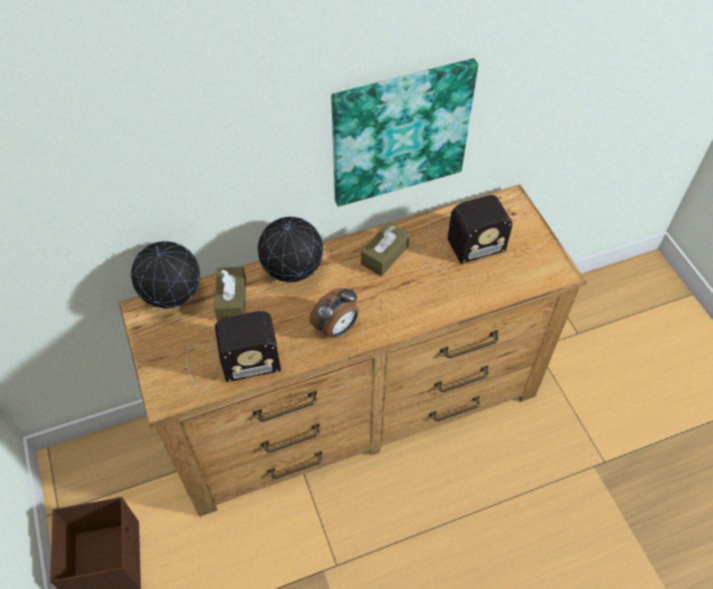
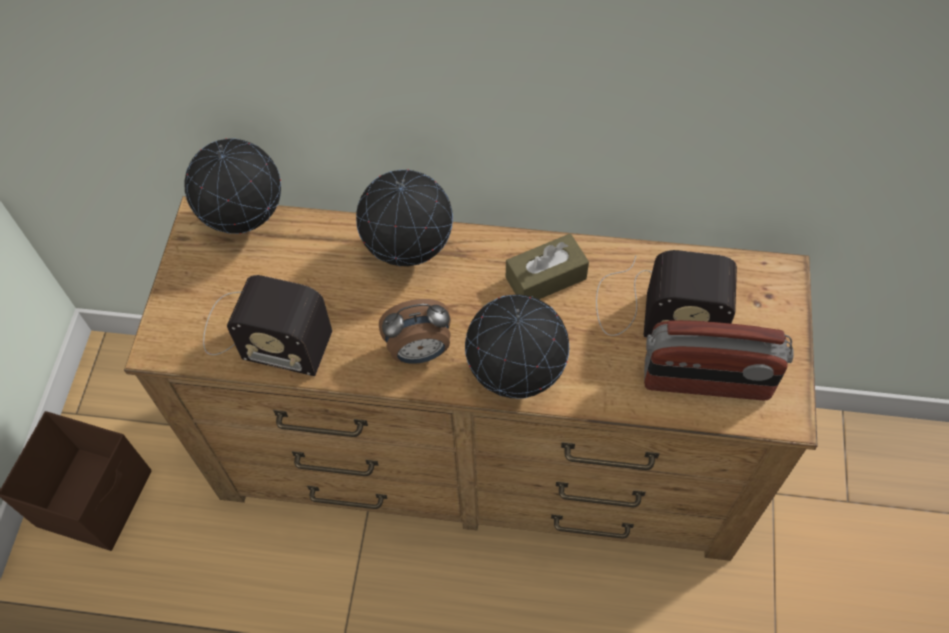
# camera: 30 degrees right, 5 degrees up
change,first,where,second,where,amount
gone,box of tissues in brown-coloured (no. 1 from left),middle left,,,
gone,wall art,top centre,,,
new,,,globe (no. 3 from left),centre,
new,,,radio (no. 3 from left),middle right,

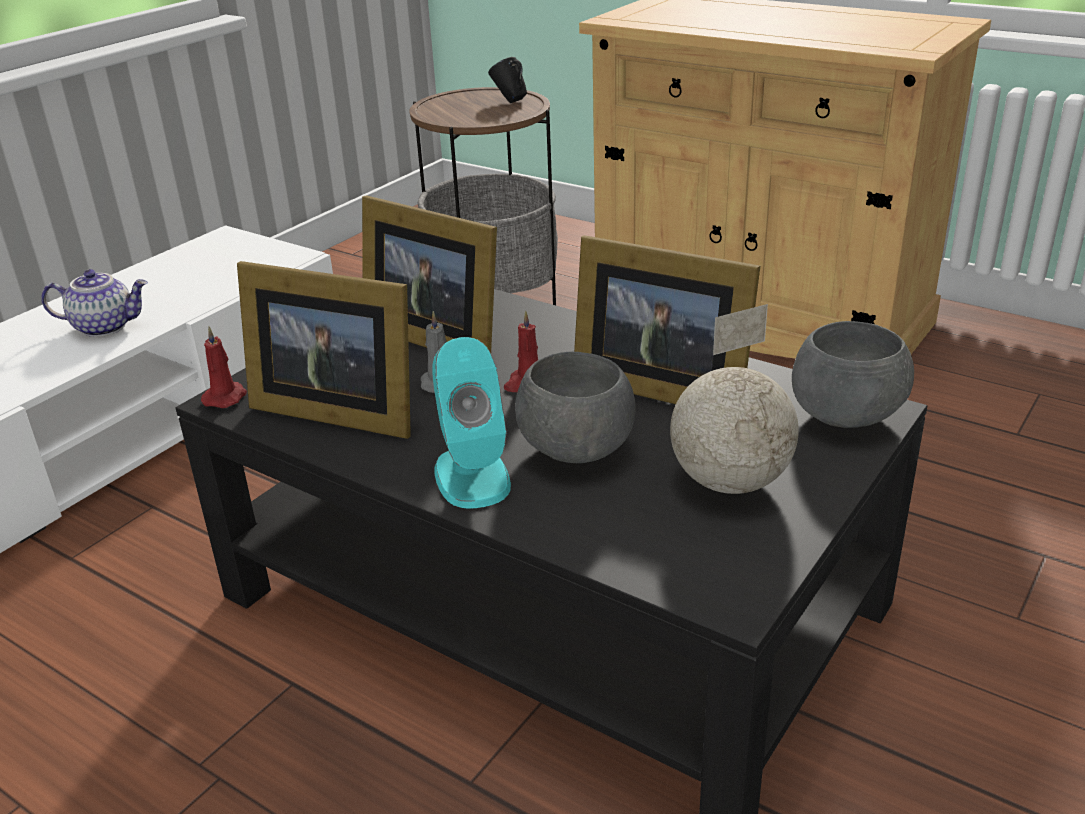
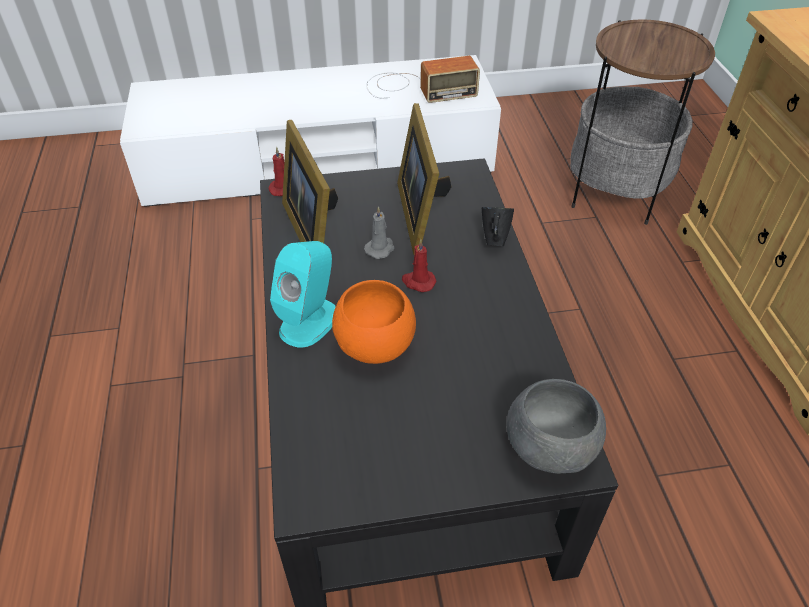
# camera: 45 degrees right, 15 degrees up
change,first,where,second,where,amount
gone,tea pot,middle left,,,
shifted,coffee mug in black,top centre,,centre,
repainted,deep dish in greyish (no. 1 from left),centre,deep dish in orangey,centre,
gone,picture frame (no. 3 from left),centre,,,
gone,globe,middle right,,,
new,,,radio,top centre,

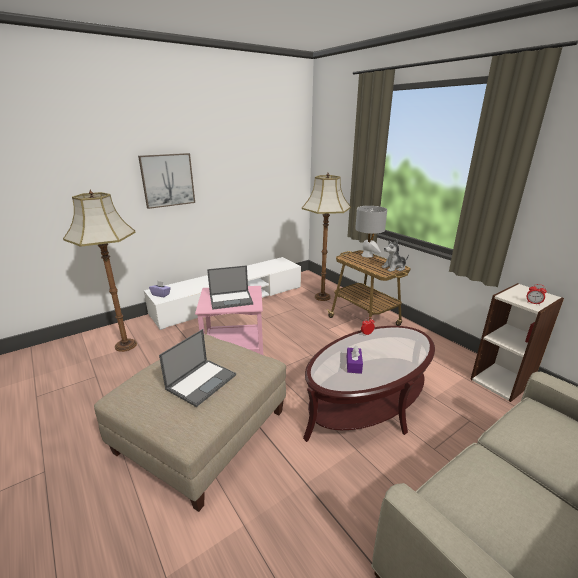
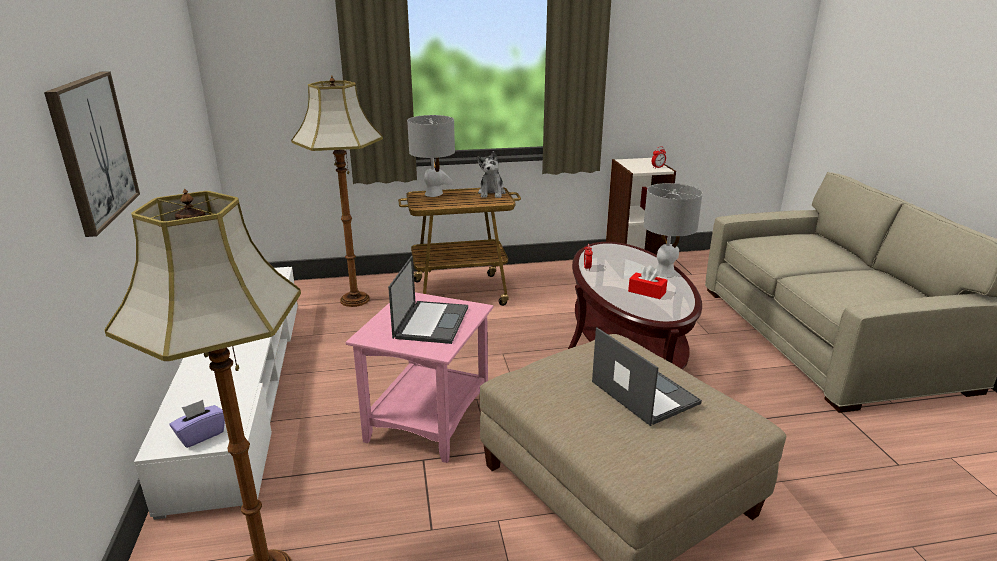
# camera: 65 degrees left, 0 degrees up
change,first,where,second,where,amount
repainted,box of tissues in purple (no. 2 from left),centre,box of tissues in red,centre,
new,,,lamp for a table in greyish (no. 2 from left),middle right,

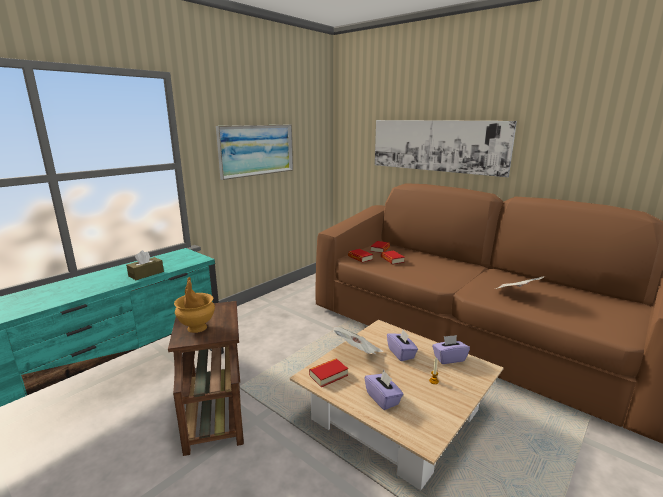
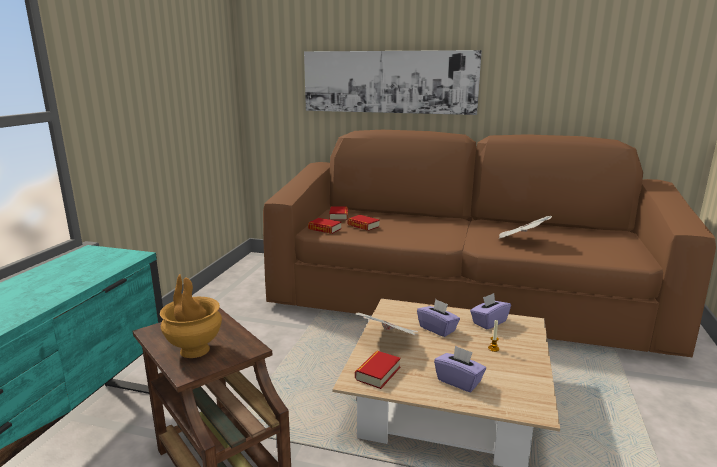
# camera: 25 degrees left, 0 degrees up
change,first,where,second,where,amount
gone,box of tissues in brown-coloured,middle left,,,
gone,wall art (no. 1 from left),top centre,,,

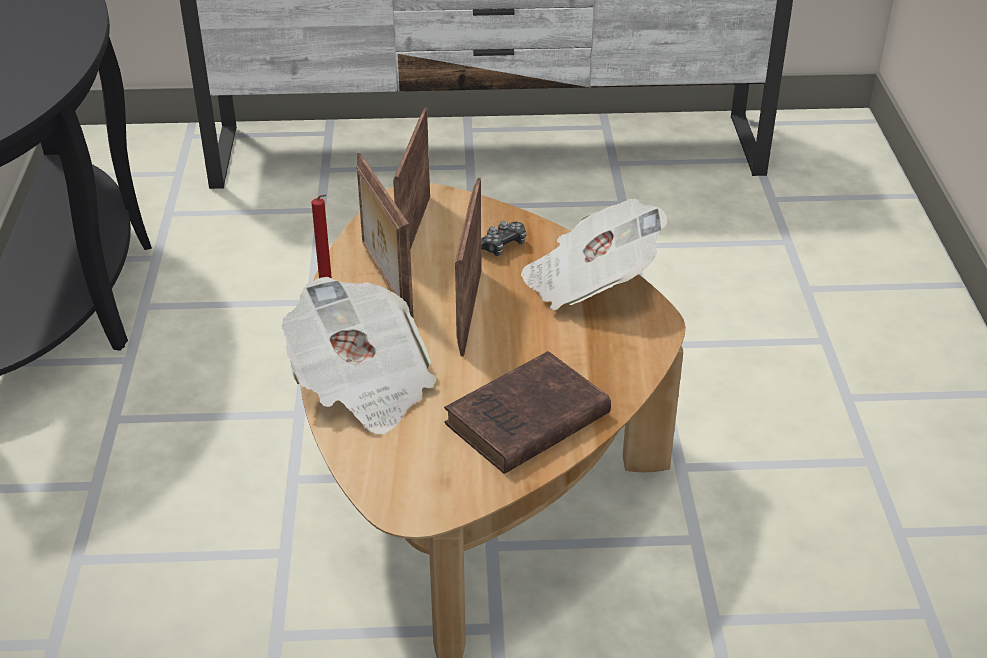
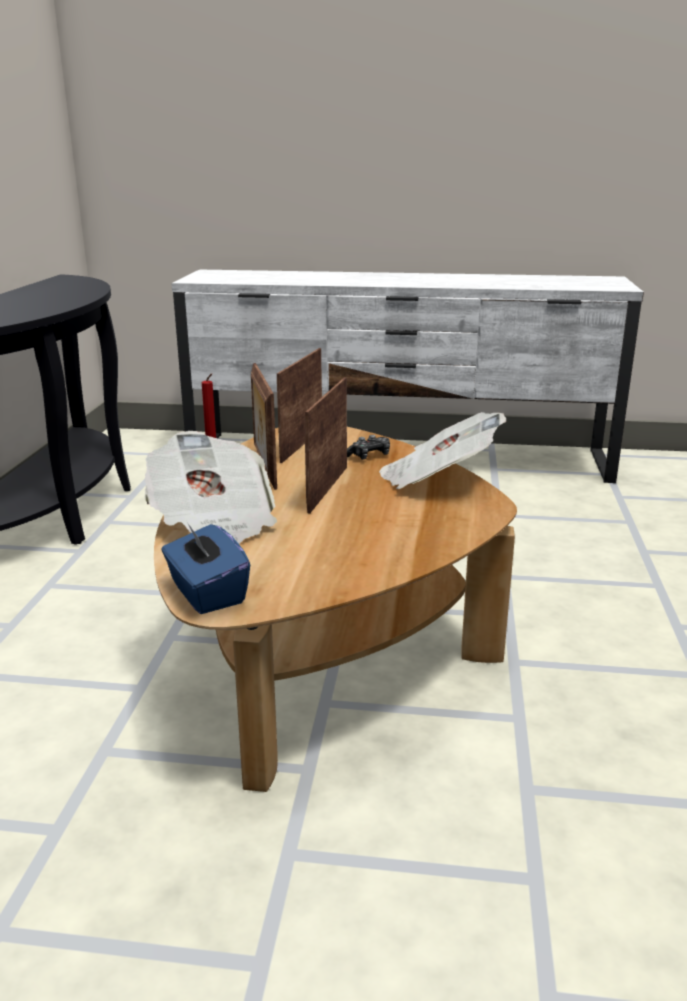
# camera: 10 degrees right, 15 degrees down
change,first,where,second,where,amount
gone,volume in brown-coloured,centre,,,
new,,,box of tissues in bluish,middle left,

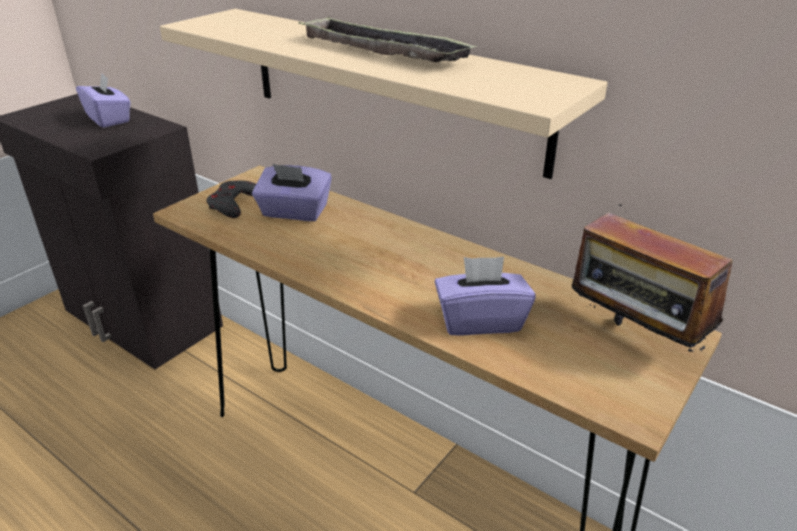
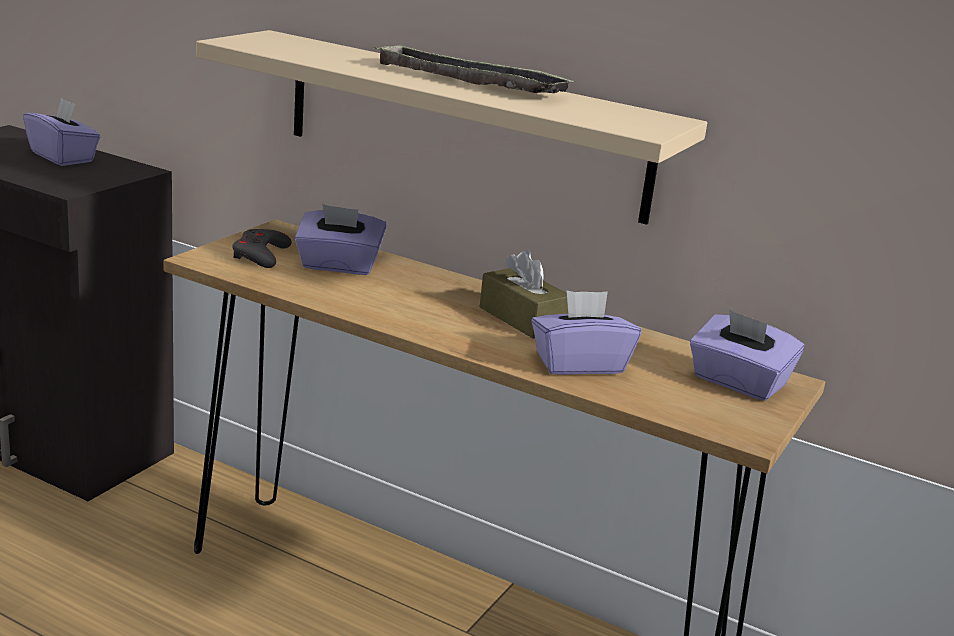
# camera: 10 degrees left, 10 degrees down
change,first,where,second,where,amount
swapped,radio,middle right,box of tissues in purple (no. 4 from left),middle right,
new,,,box of tissues in brown-coloured,centre,

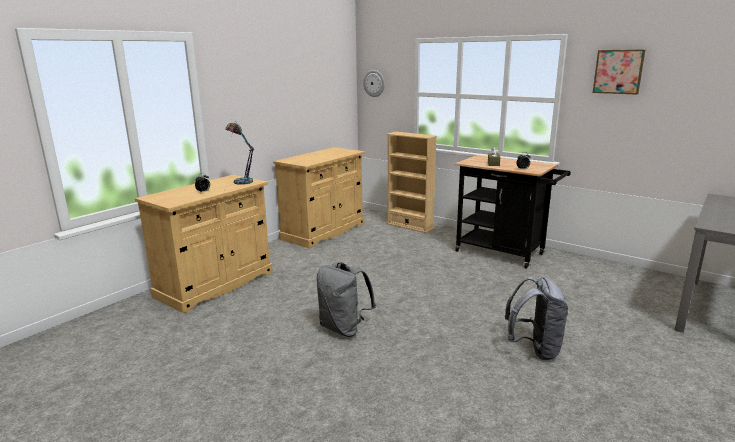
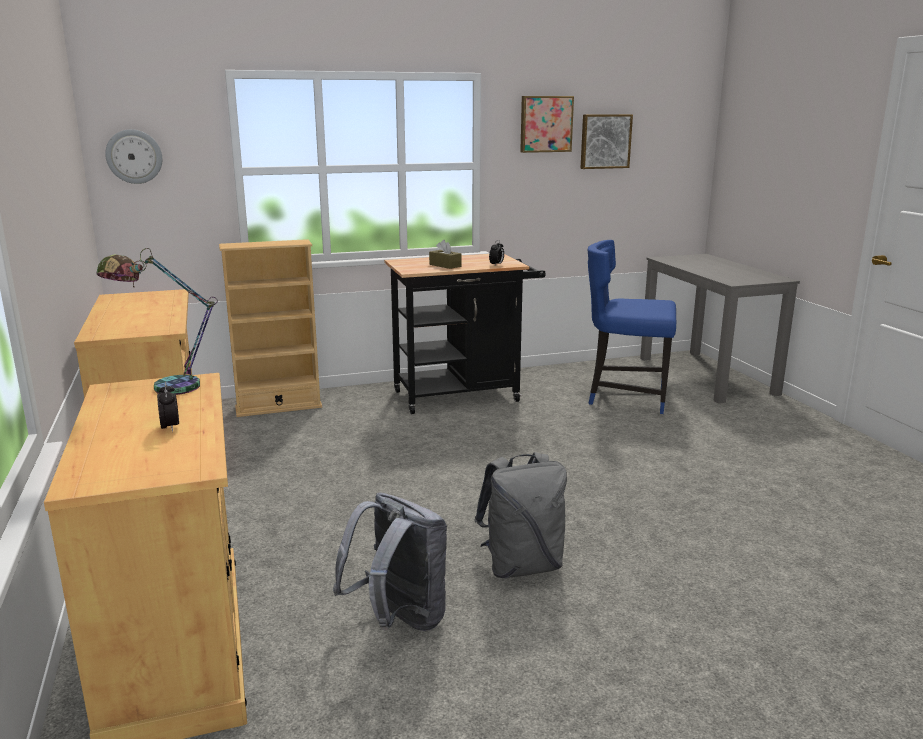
# camera: 55 degrees left, 0 degrees up
change,first,where,second,where,amount
shifted,backpack in greyish (no. 2 from left in the first image),bottom right,backpack in greyish (no. 1 from left),bottom centre,
new,,,wall art (no. 2 from left),top centre,
new,,,upright chair in bluish,middle right,

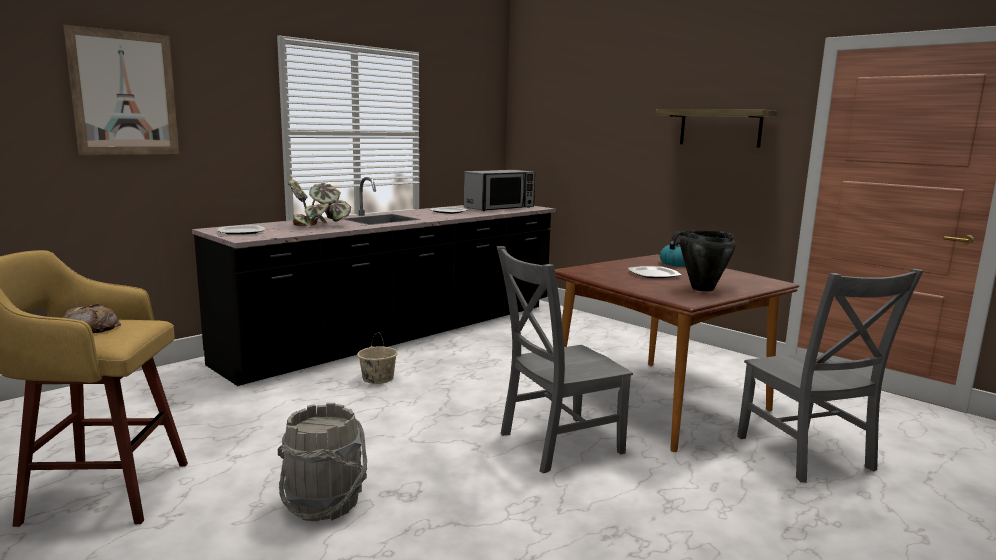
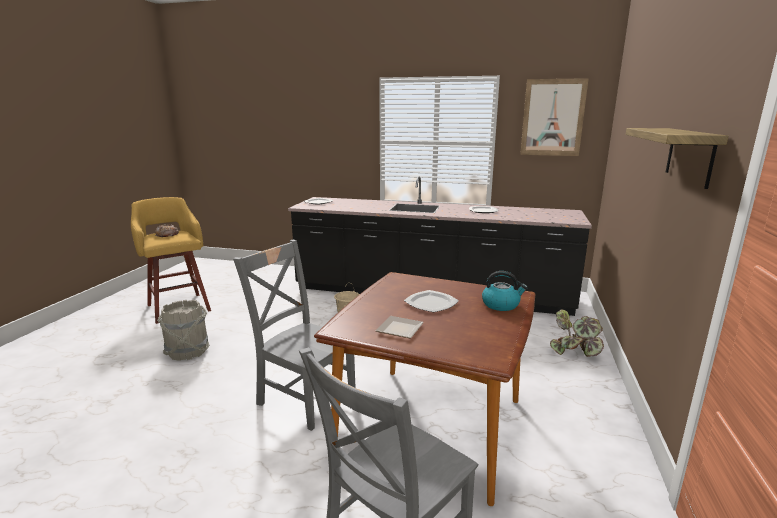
# camera: 60 degrees right, 5 degrees up
change,first,where,second,where,amount
shifted,wall art,top left,,top right,
shifted,plant in a pot,middle left,,middle right,
gone,microwave,centre,,,
swapped,cooking pot in black,middle right,plate (no. 2 from left),centre,

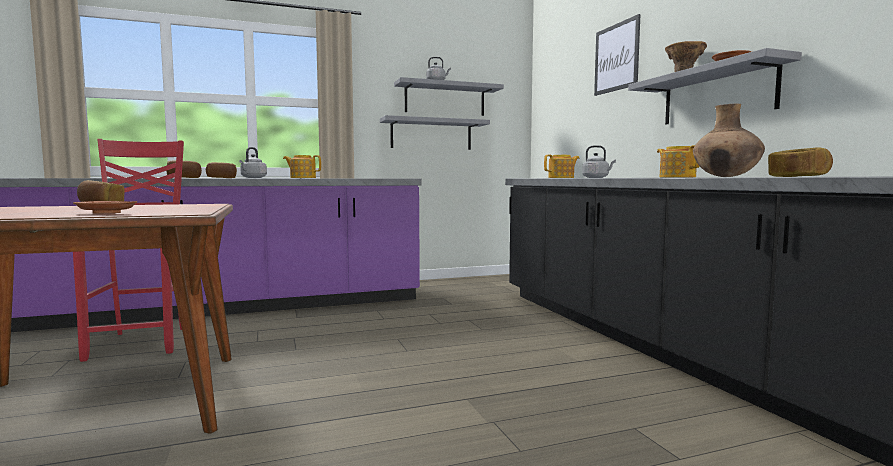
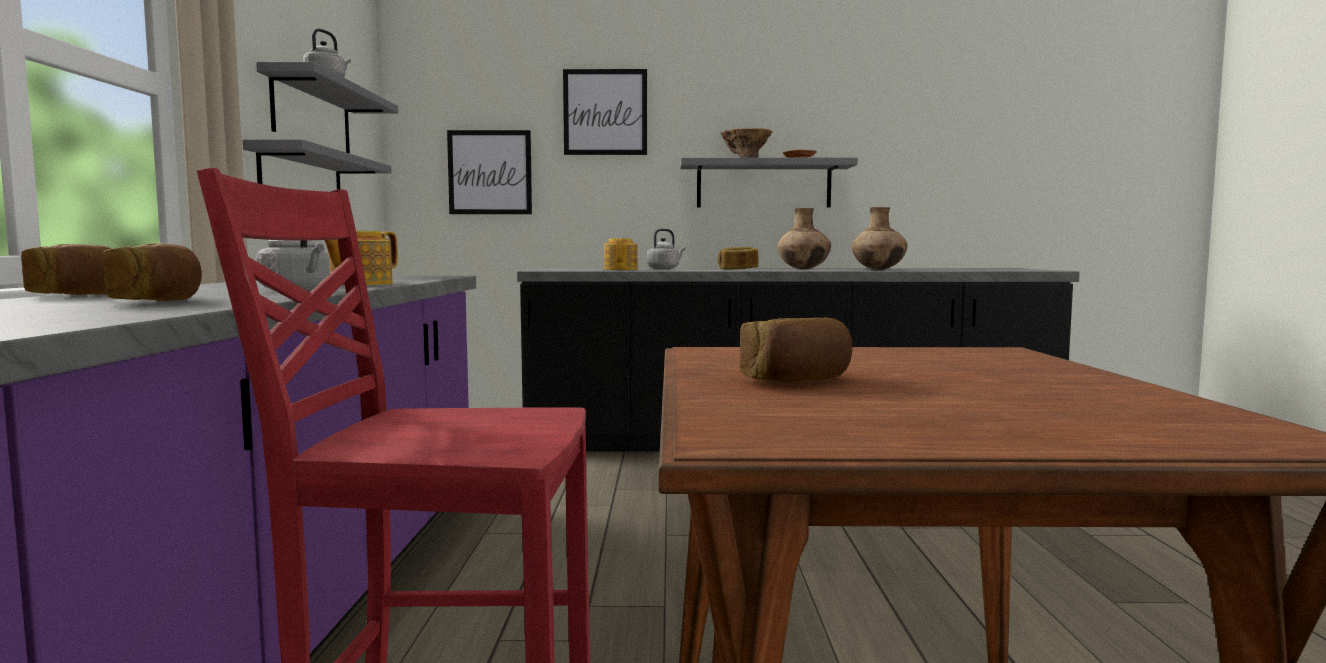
# camera: 70 degrees left, 0 degrees up
change,first,where,second,where,amount
gone,plate in brown-coloured (no. 1 from left),middle left,,,
swapped,tea pot (no. 3 from left),middle right,decorative vase in brown-coloured (no. 2 from left),centre,
shifted,bread (no. 4 from left in the first image),middle right,bread (no. 3 from left),centre,
new,,,wall art (no. 1 from left),top centre,

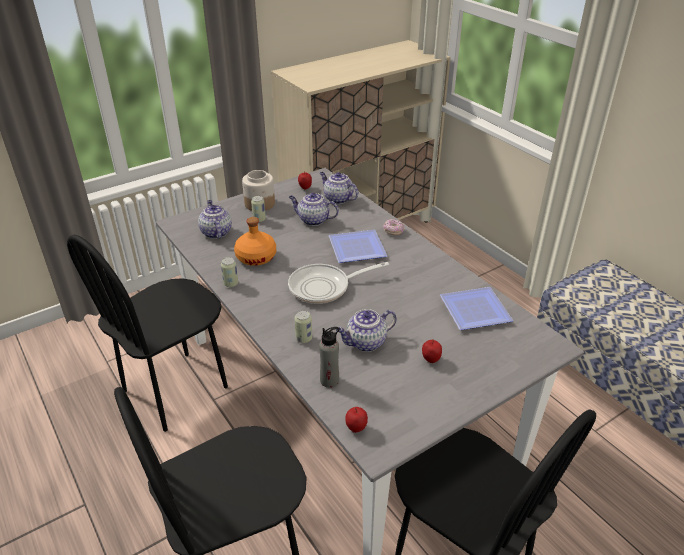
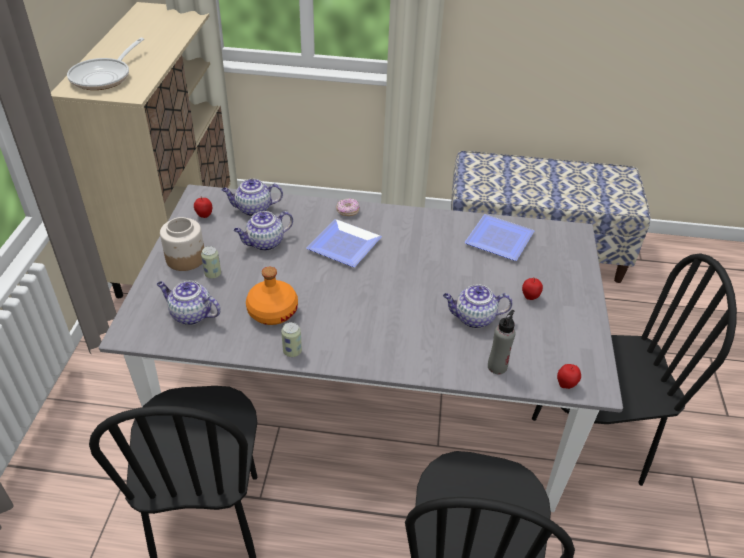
# camera: 50 degrees left, 5 degrees up
change,first,where,second,where,amount
shifted,skillet,centre,,top left,
gone,sealed can (no. 3 from left),centre,,,
rotated,tea pot (no. 4 from left),centre,,centre,75 degrees clockwise

